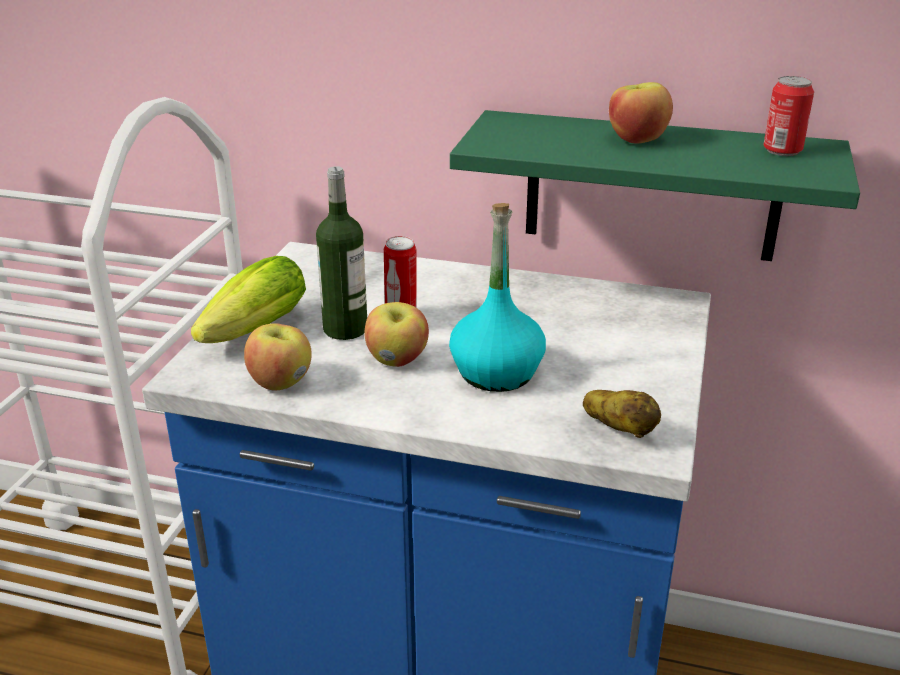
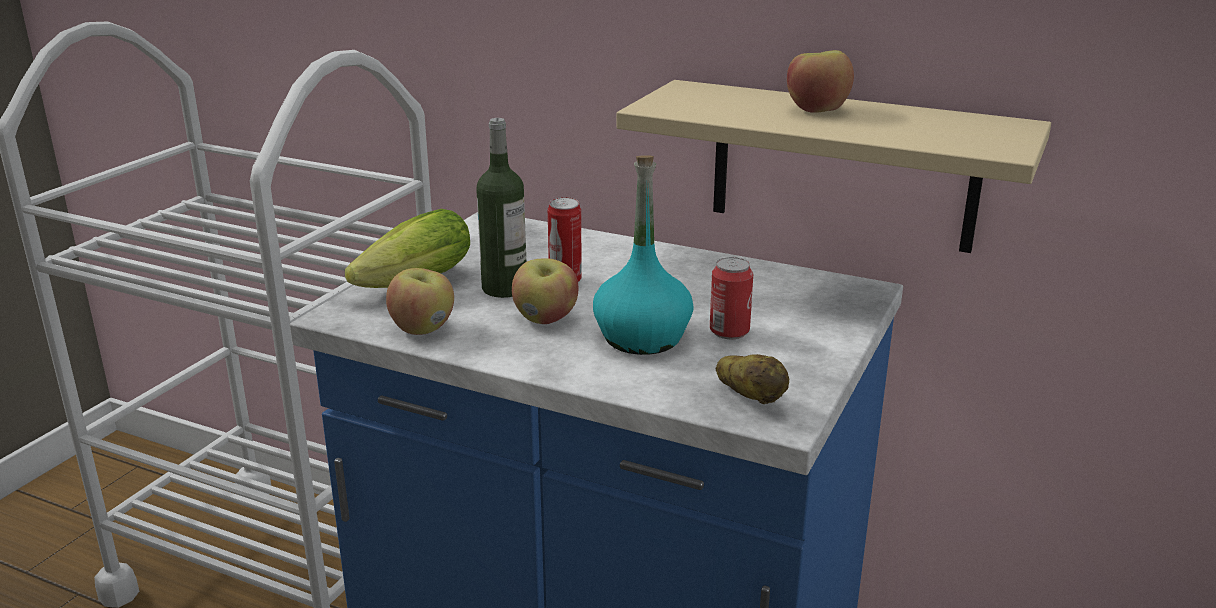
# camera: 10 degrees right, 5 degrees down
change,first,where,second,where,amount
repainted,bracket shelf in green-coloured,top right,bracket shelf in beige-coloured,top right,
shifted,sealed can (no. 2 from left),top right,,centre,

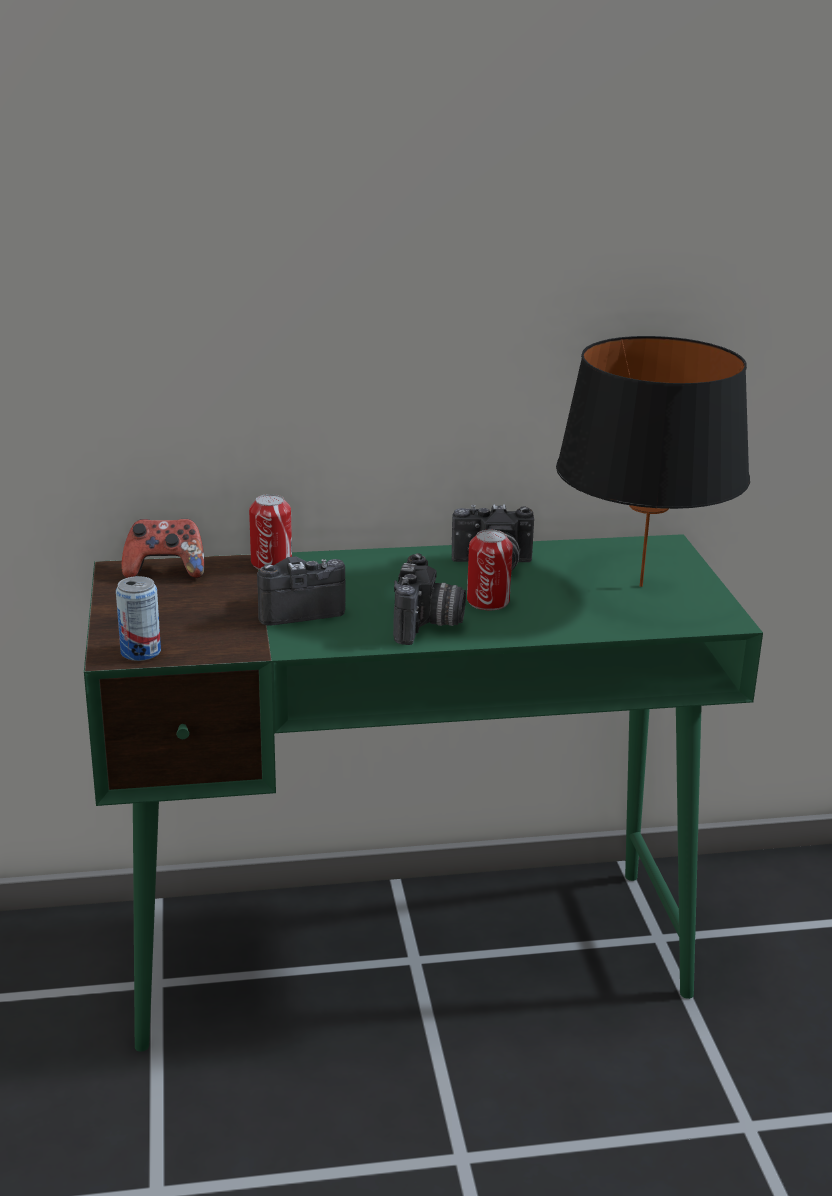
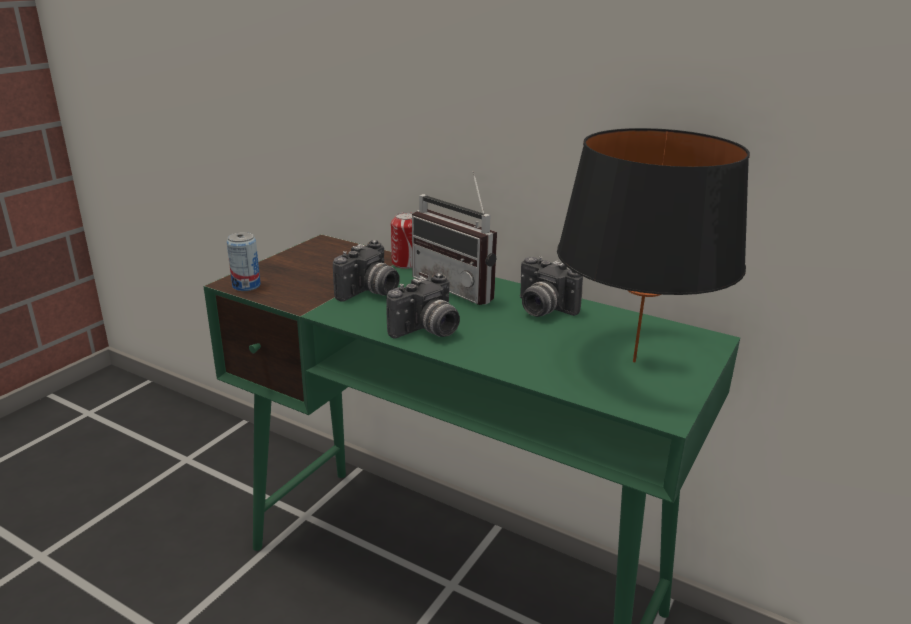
# camera: 40 degrees right, 0 degrees up
change,first,where,second,where,amount
gone,gamepad,middle left,,,
rotated,still camera (no. 1 from left),centre,,centre,105 degrees clockwise
gone,sealed can (no. 3 from left),centre,,,
new,,,radio,centre,

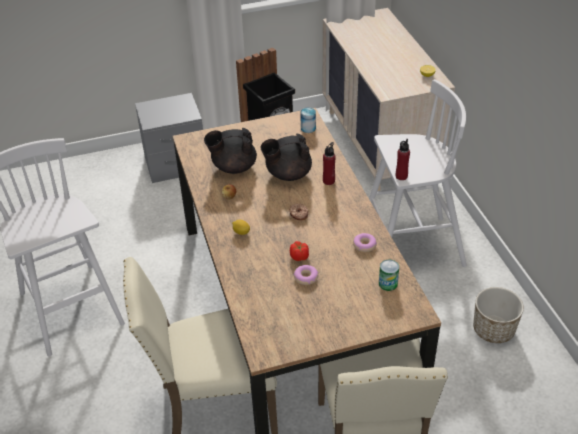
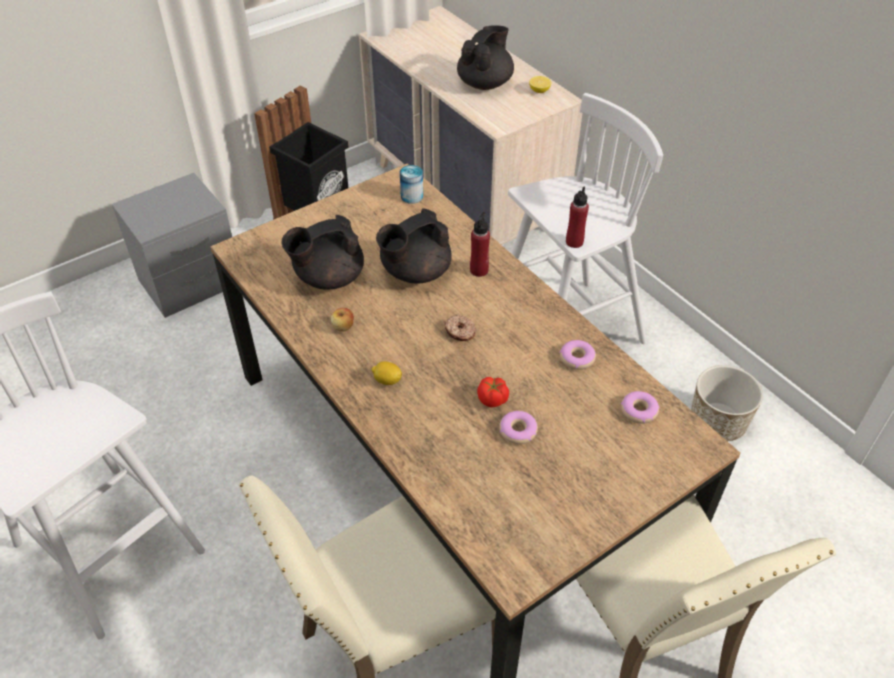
# camera: 20 degrees left, 5 degrees up
change,first,where,second,where,amount
swapped,sealed can (no. 2 from left),middle right,ring doughnut (no. 4 from left),middle right,
new,,,tea pot in black (no. 3 from left),top centre,

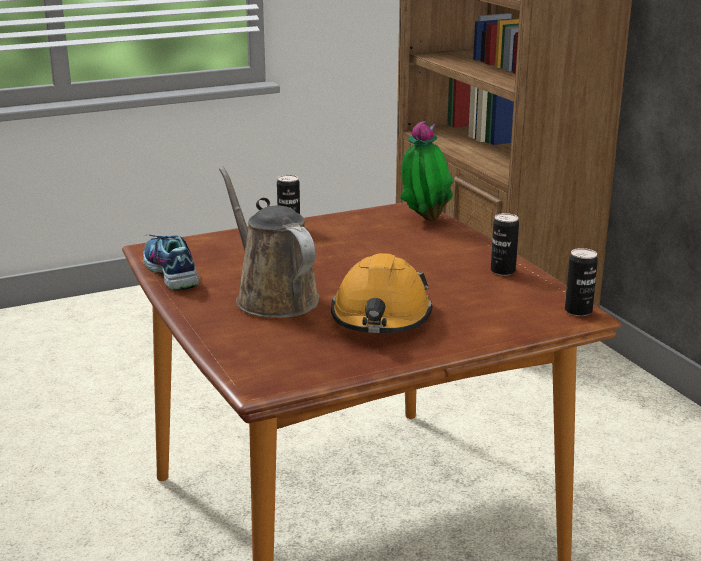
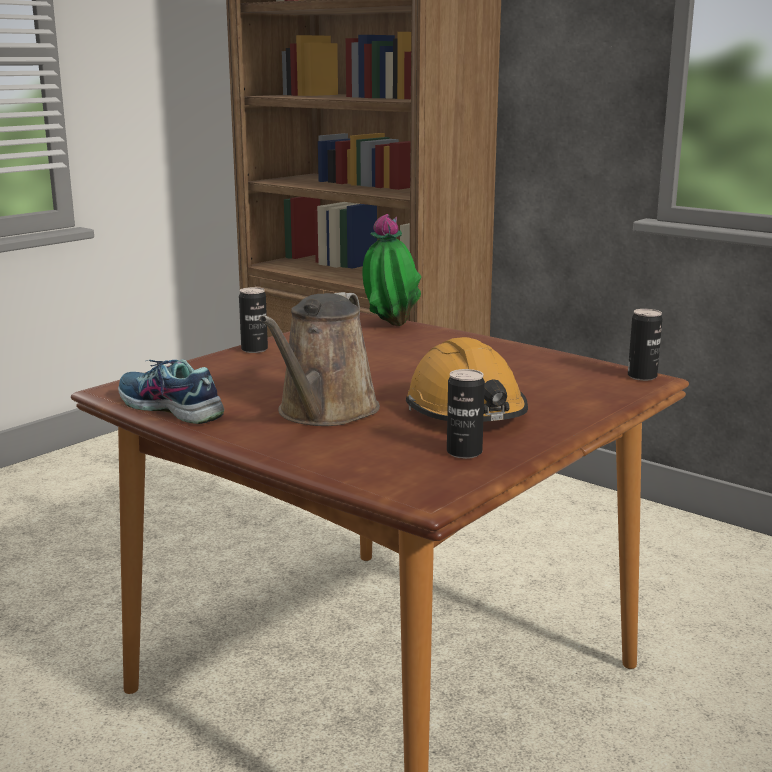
# camera: 25 degrees left, 5 degrees down
change,first,where,second,where,amount
rotated,sprinkling can in brown-coloured,centre,,centre,105 degrees counterclockwise
shifted,sealed can (no. 2 from left),middle right,,centre,

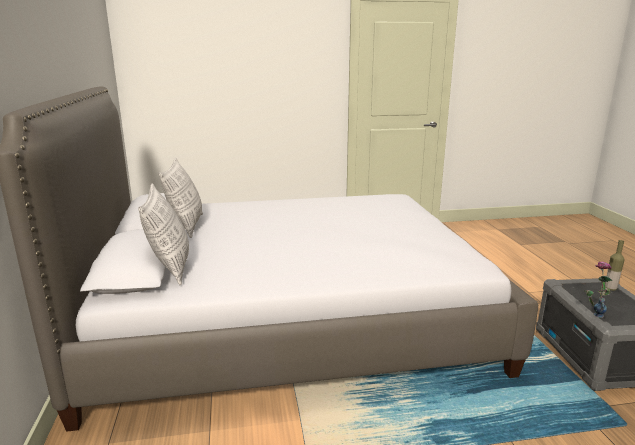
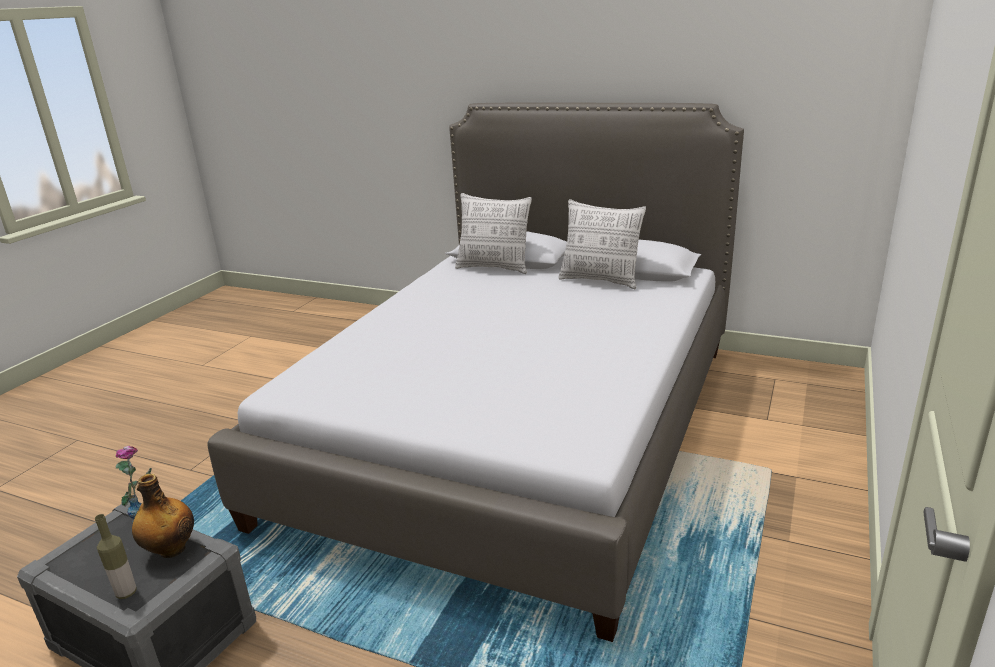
# camera: 125 degrees right, 5 degrees up
change,first,where,second,where,amount
new,,,beverage bottle (no. 2 from left),bottom left,

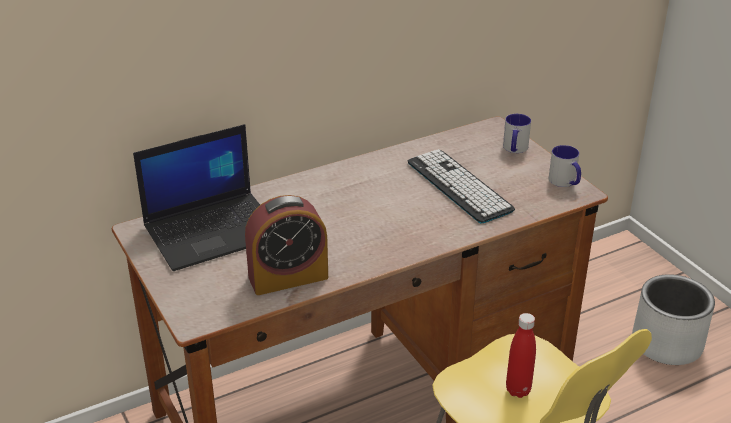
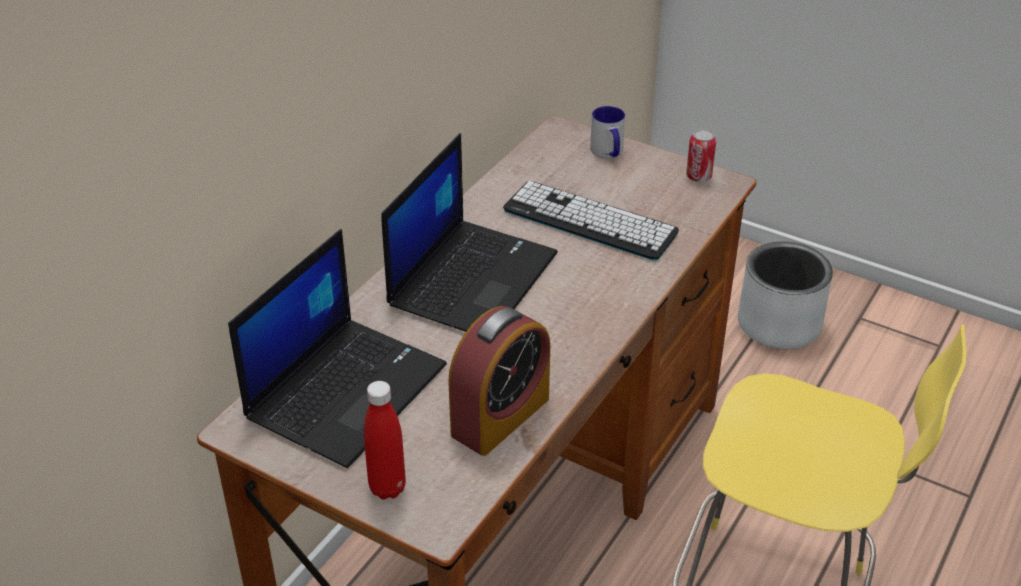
# camera: 30 degrees left, 5 degrees up
change,first,where,second,where,amount
shifted,beverage bottle in red,bottom right,,bottom centre,
swapped,coffee mug (no. 2 from left),middle right,sealed can,top right,
new,,,portable computer (no. 2 from left),centre,

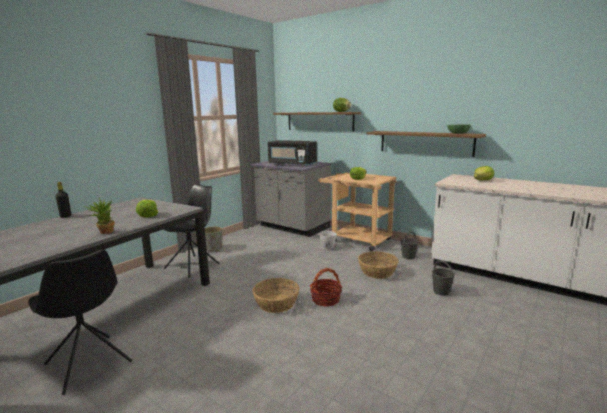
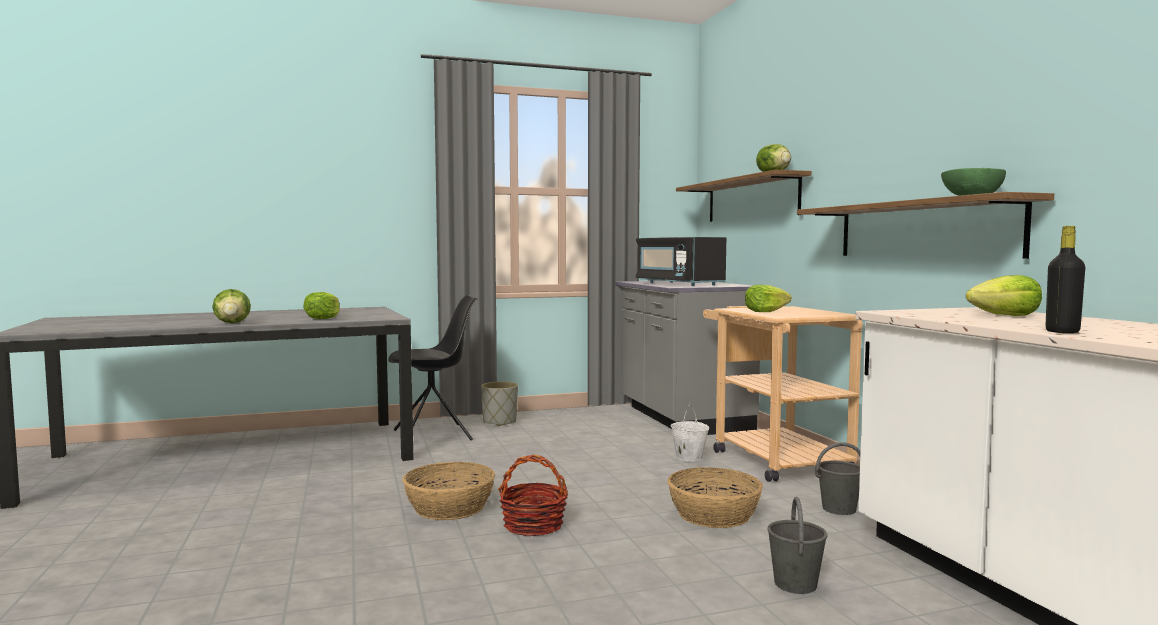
# camera: 35 degrees right, 10 degrees down
change,first,where,second,where,amount
gone,upright chair in black (no. 1 from left),bottom left,,,
shifted,beverage bottle in black,middle left,,middle right,
swapped,plant in a pot,middle left,lettuce head (no. 1 from left),middle left,

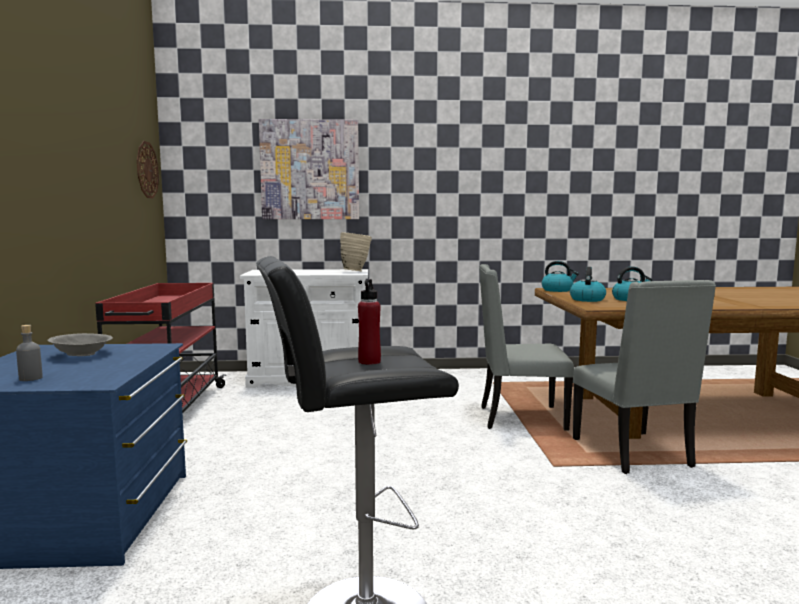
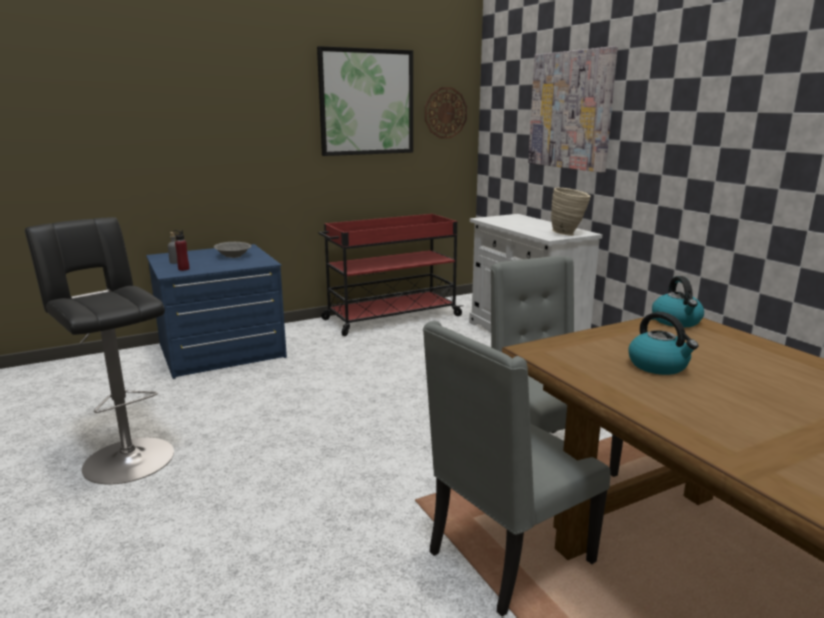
# camera: 65 degrees right, 10 degrees up
change,first,where,second,where,amount
shifted,beverage bottle in red,centre,,middle left,
gone,tea kettle (no. 2 from left),middle right,,,
new,,,wall art (no. 1 from left),top centre,

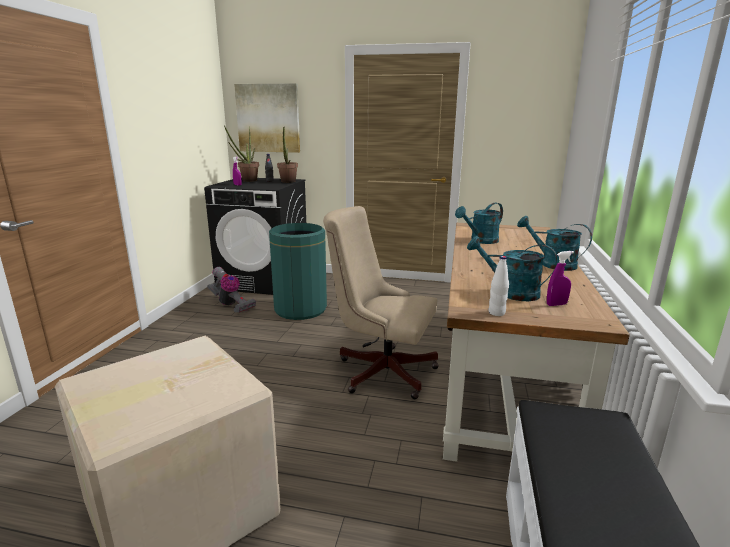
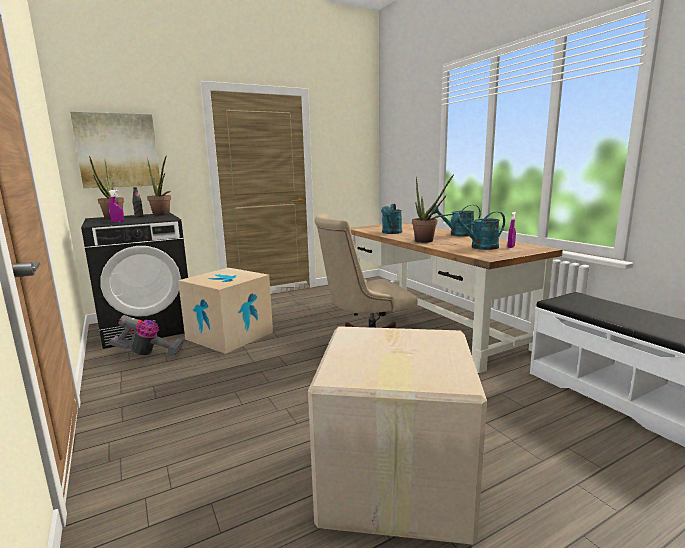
# camera: 40 degrees left, 5 degrees down
change,first,where,second,where,amount
swapped,trash can in green-coloured,centre,packing box (no. 1 from left),middle left,
gone,beverage bottle in white-coloured,middle right,,,
new,,,plant in a pot (no. 3 from left),centre,

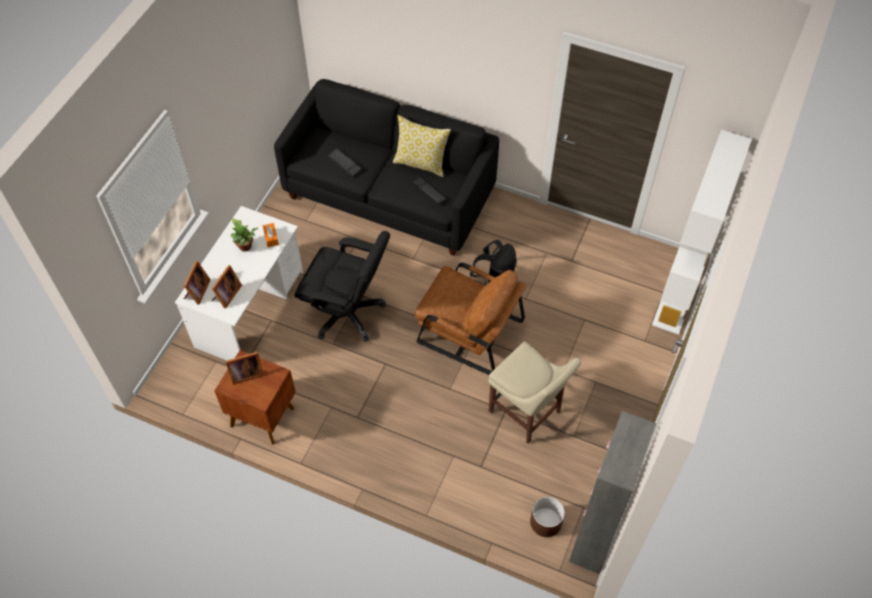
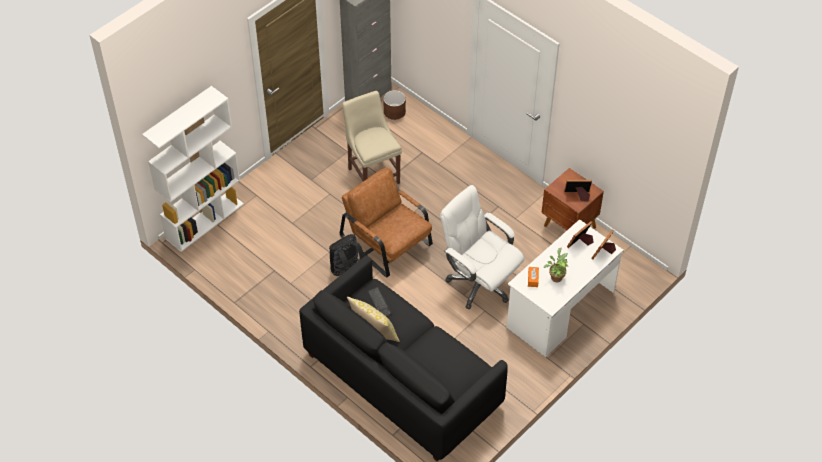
# camera: 160 degrees left, 5 degrees down
change,first,where,second,where,amount
repainted,computer chair in black,centre,computer chair in white-coloured,centre,
gone,PC keyboard (no. 1 from left),top centre,,,

